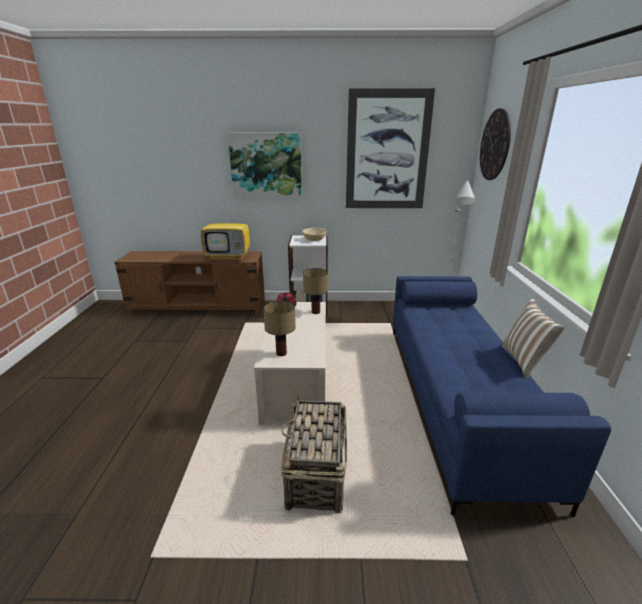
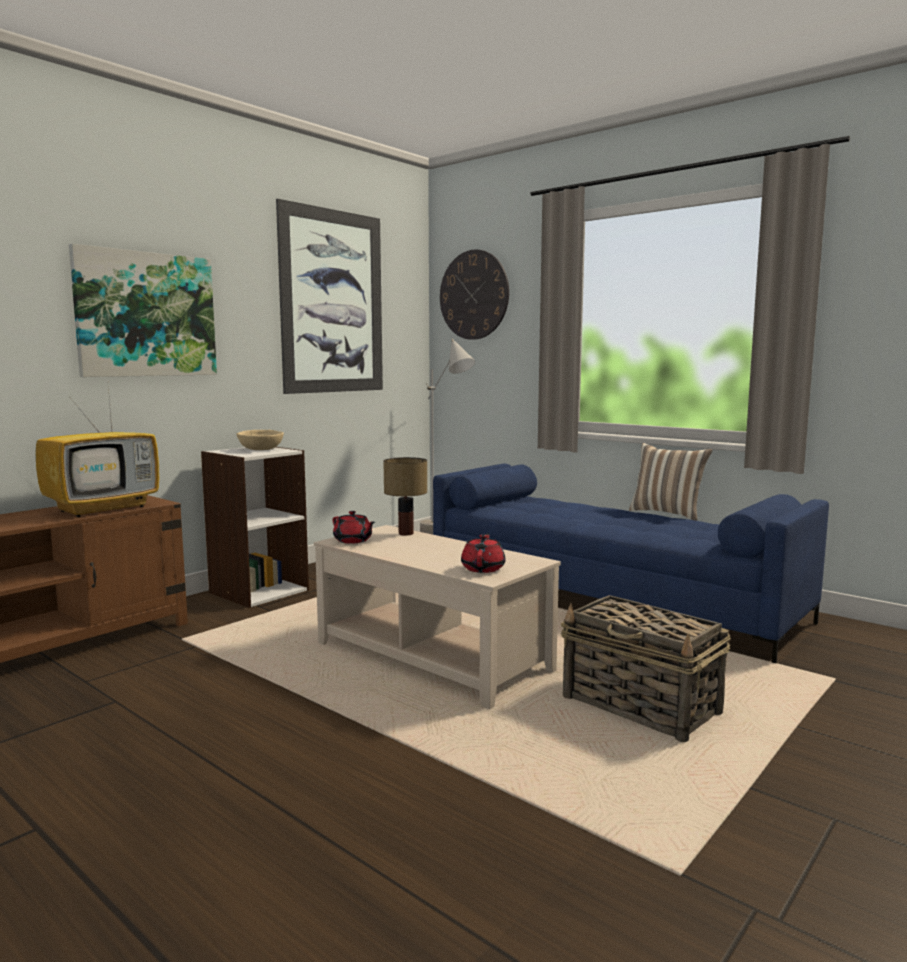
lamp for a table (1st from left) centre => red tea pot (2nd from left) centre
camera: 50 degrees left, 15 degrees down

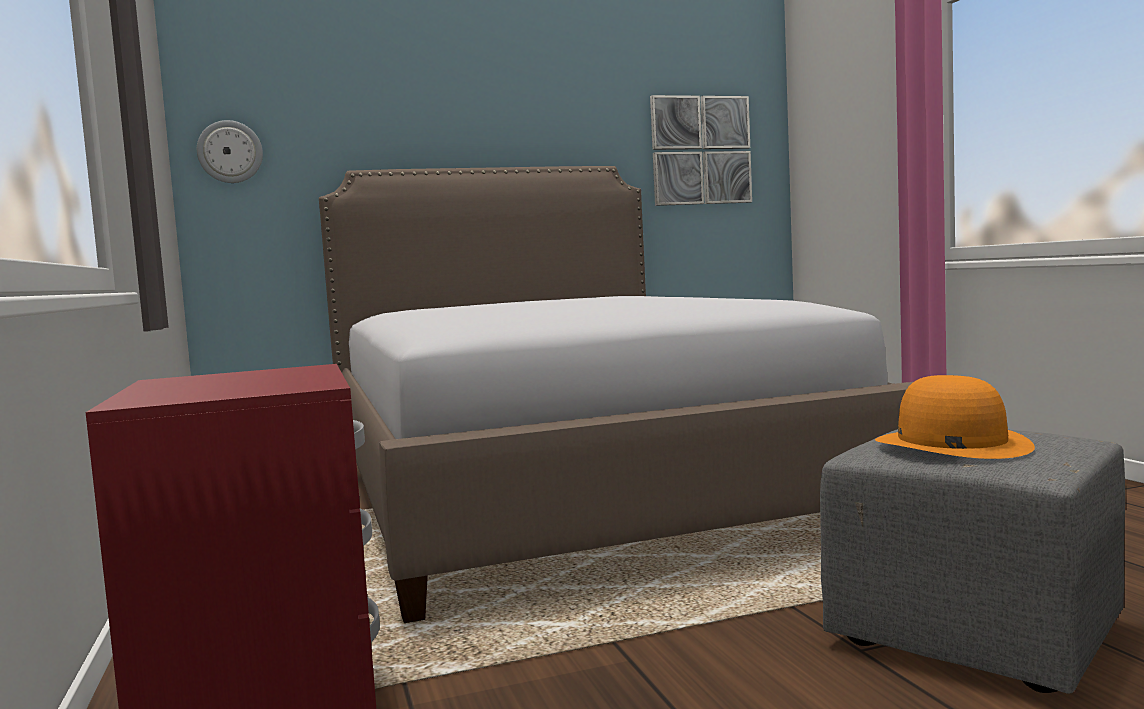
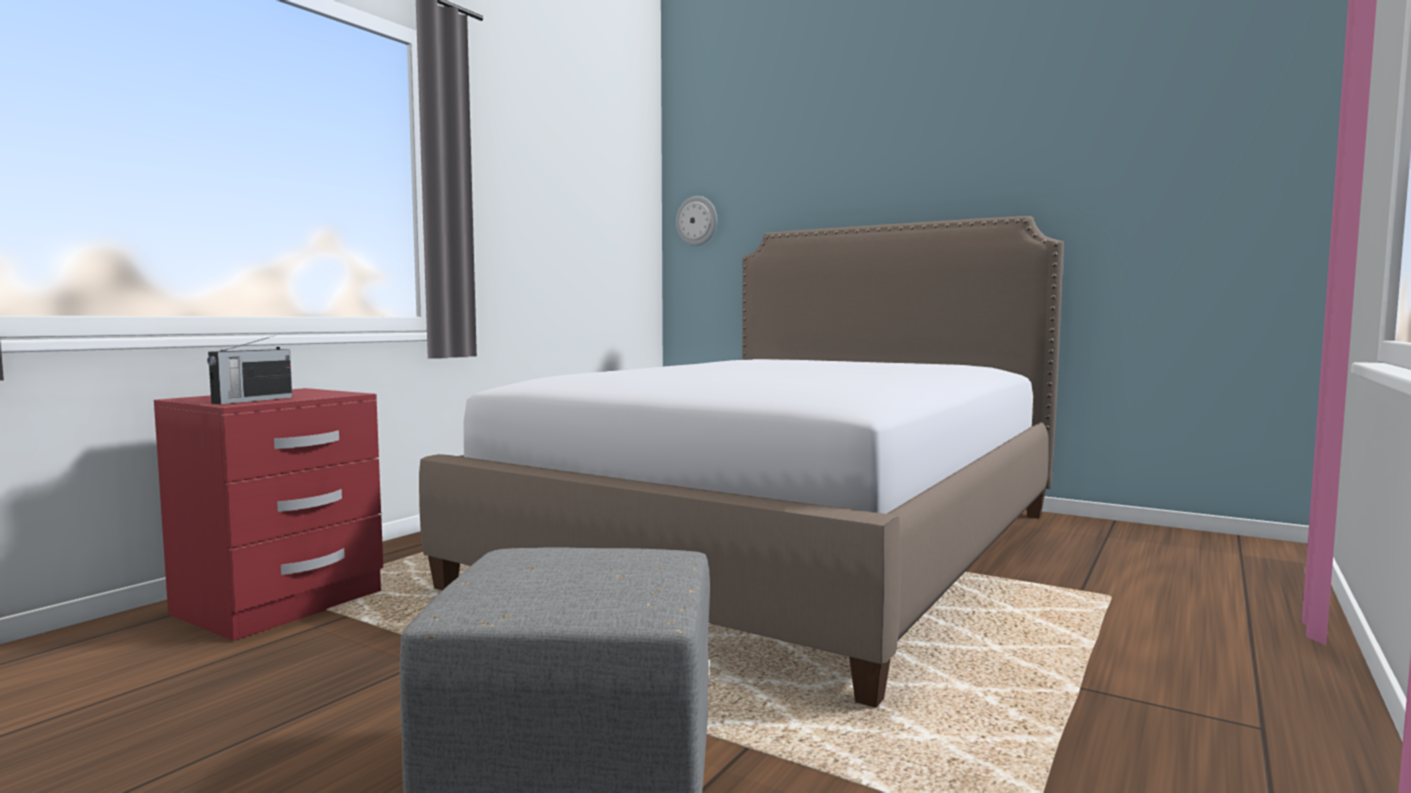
wall art top centre => nothing
orangey wearable hat middle right => nothing
nothing => radio middle left
camera: 50 degrees right, 0 degrees up

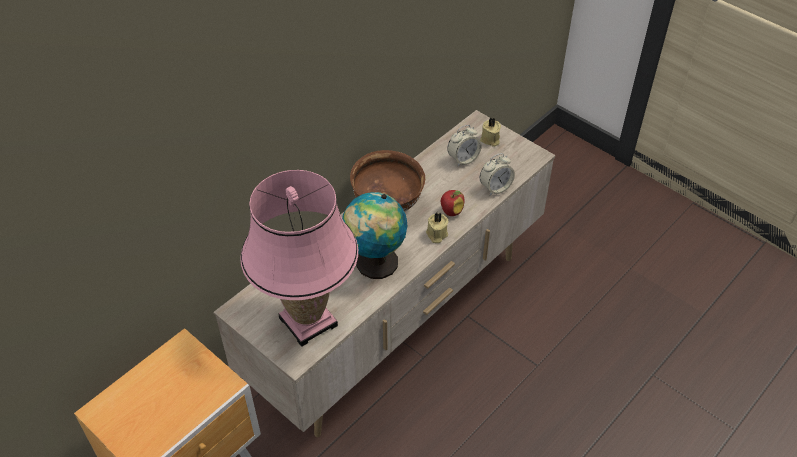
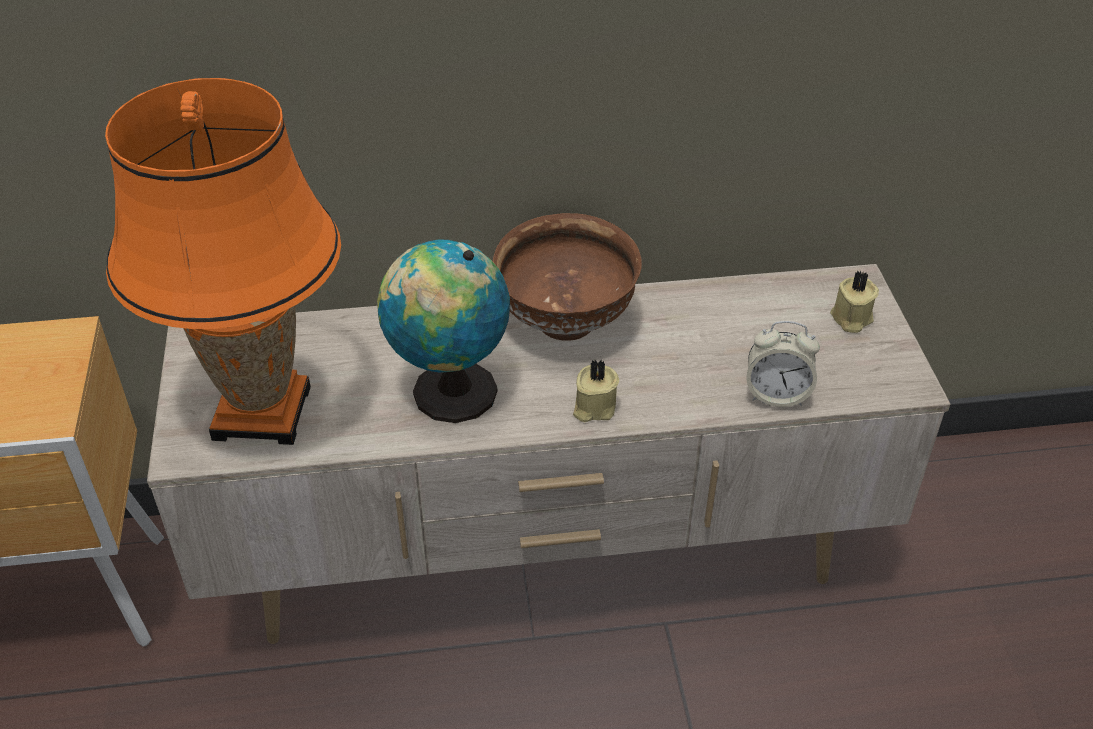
pinkish lamp for a table centre => orangey lamp for a table middle left
apple fruit centre => nothing
bedside clock (1st from left) top centre => nothing
camera: 40 degrees right, 5 degrees down

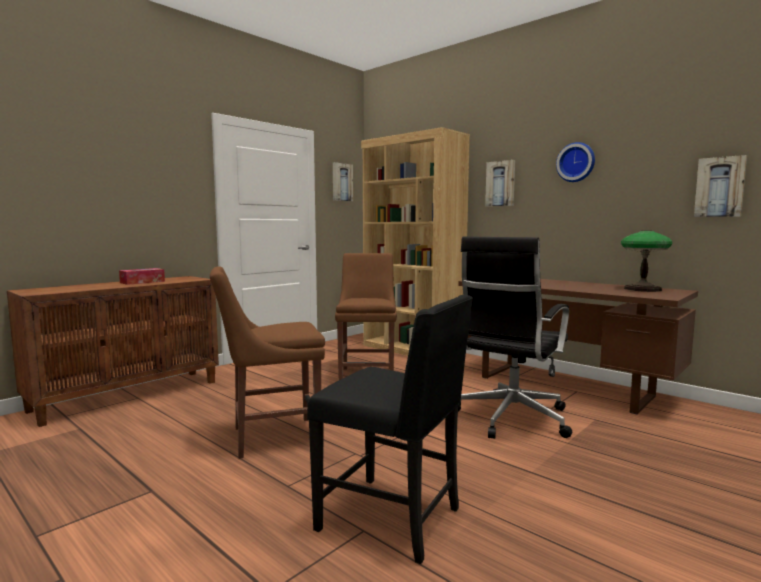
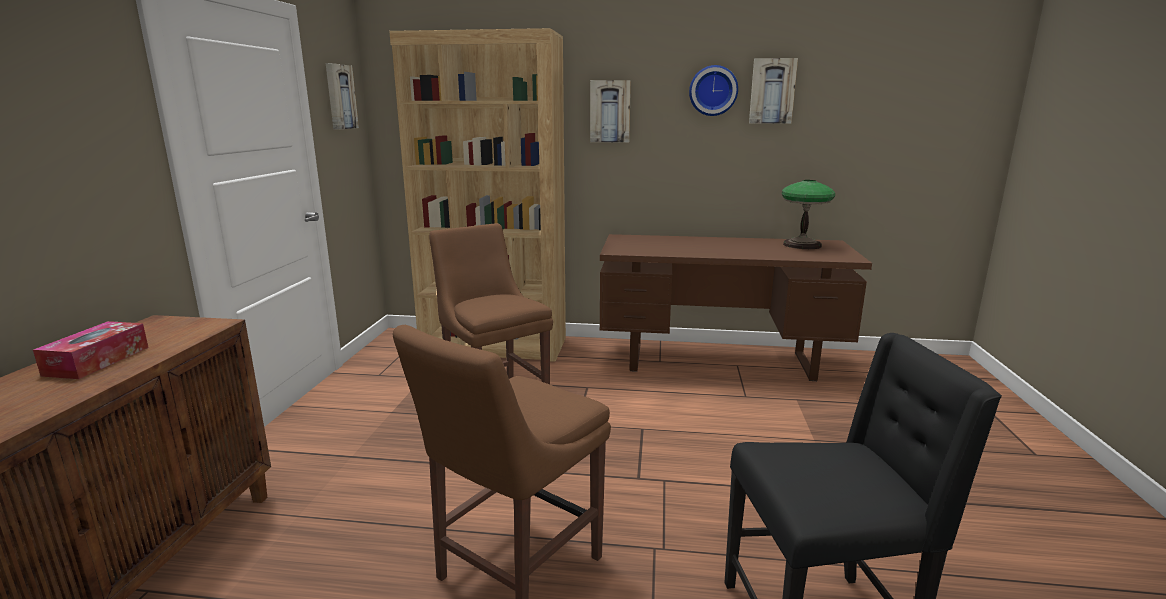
black-coloured computer chair middle right => nothing
wall art (3rd from left) top right => wall art (3rd from left) top centre, move
camera: 35 degrees left, 10 degrees up

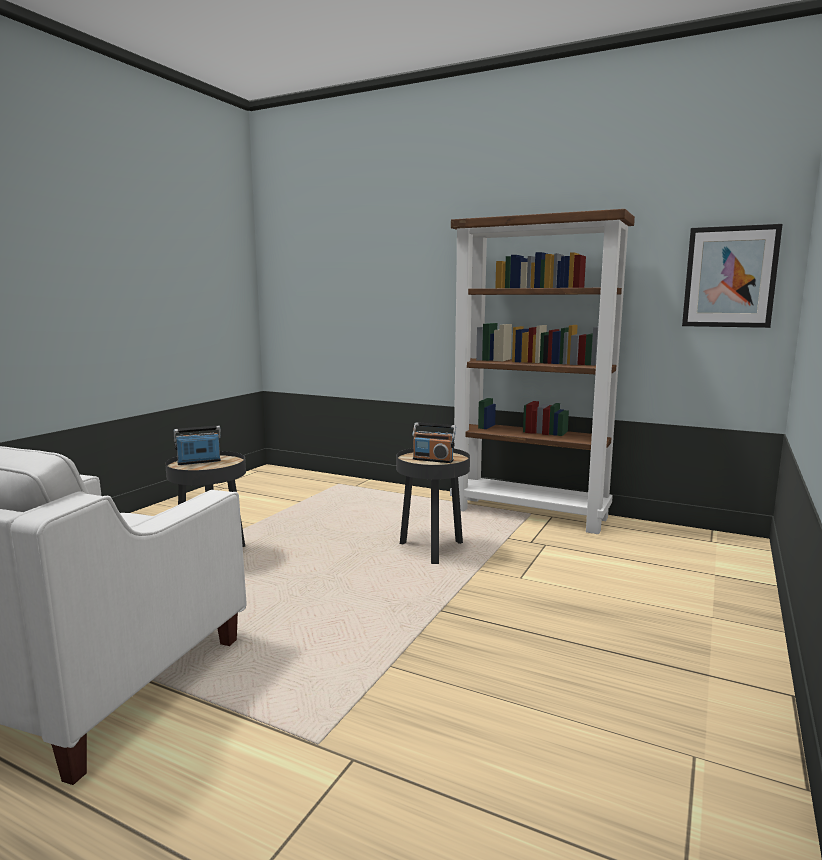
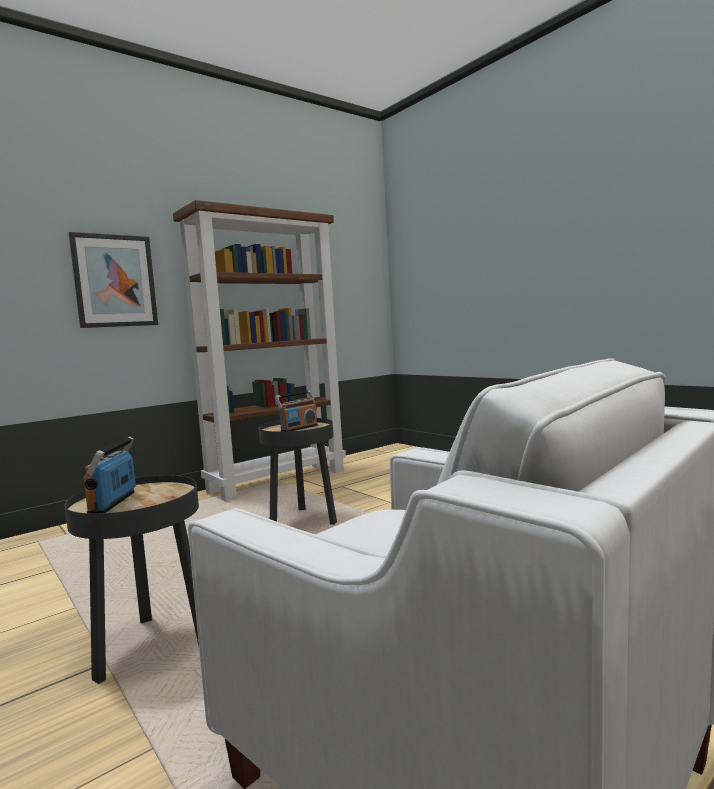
wall art top right => wall art middle left, move
camera: 65 degrees left, 5 degrees down

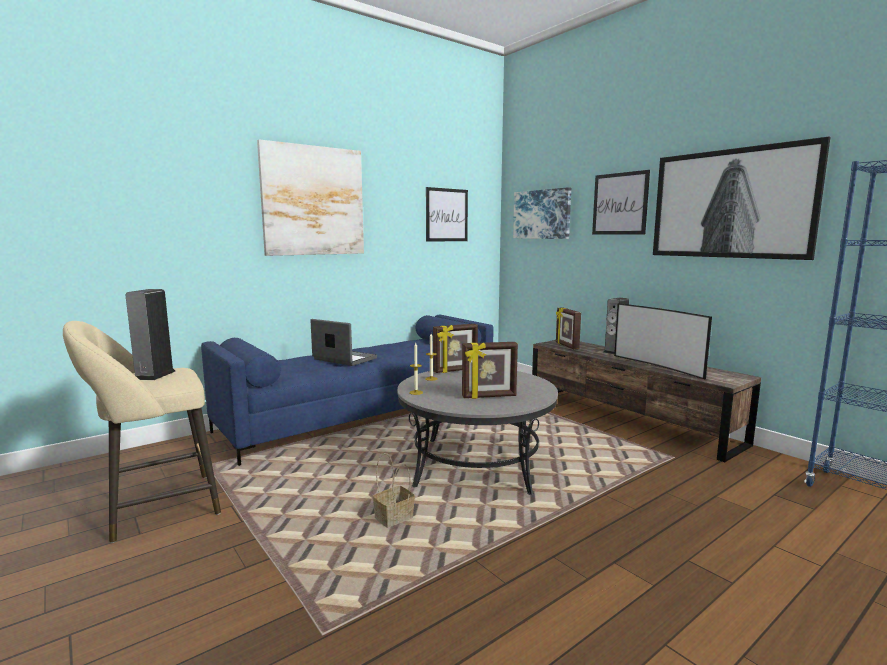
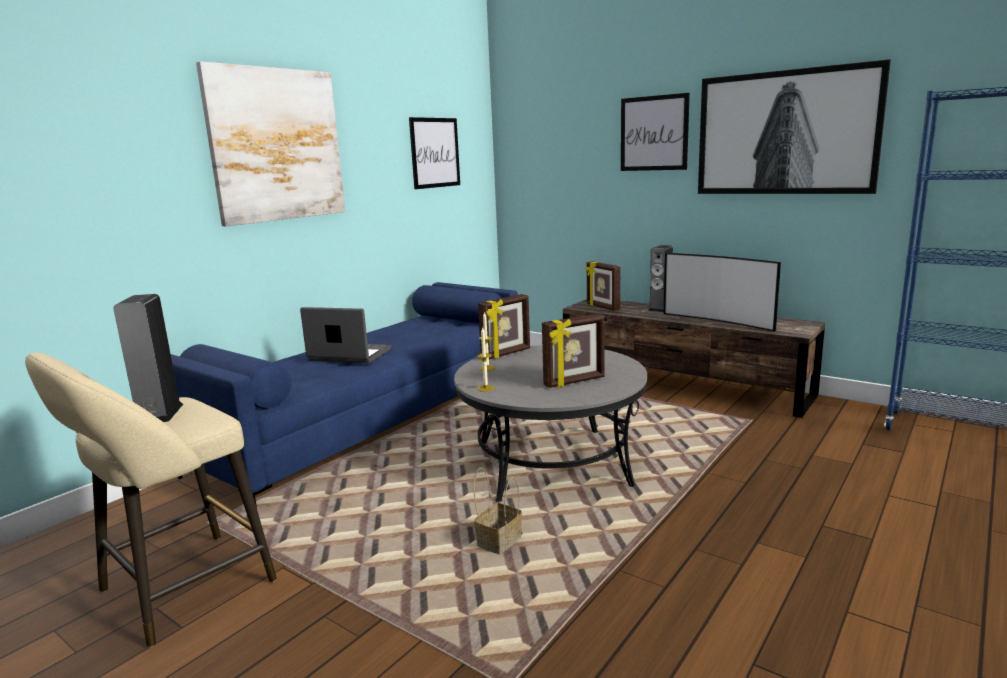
wall art (3rd from left) top centre => nothing
camera: 15 degrees left, 5 degrees up

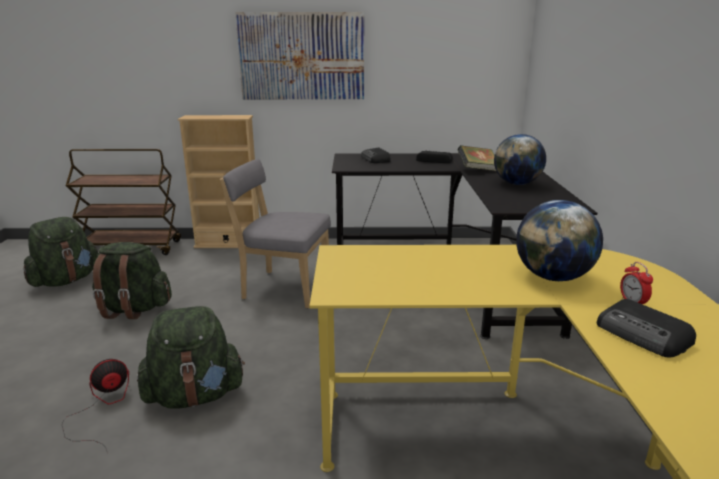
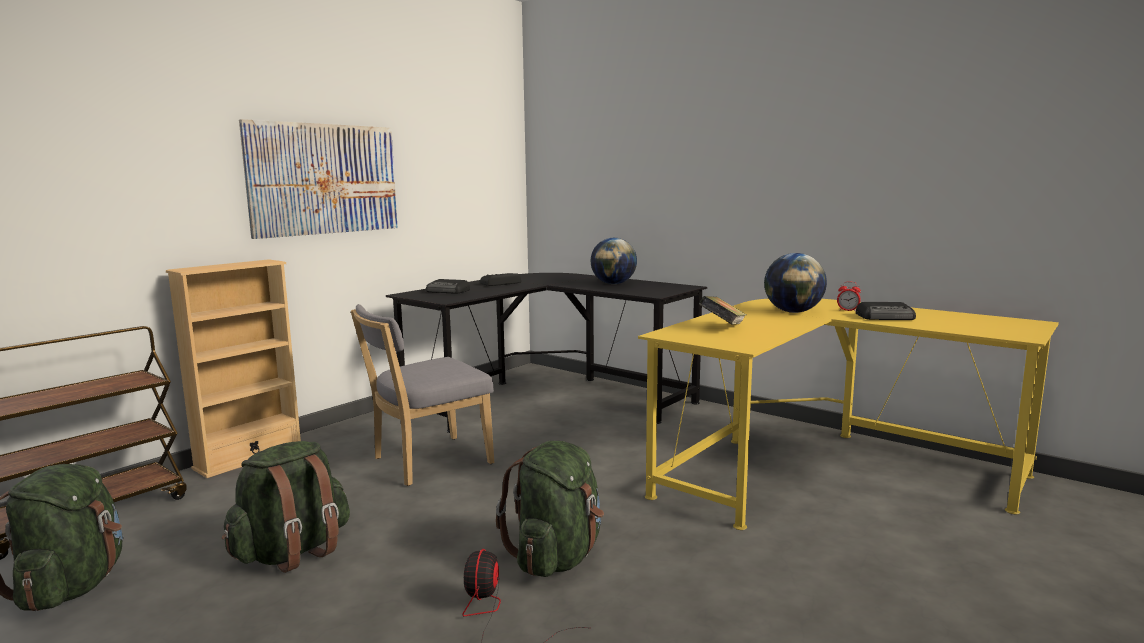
volume top centre => volume centre, move
camera: 50 degrees left, 10 degrees down

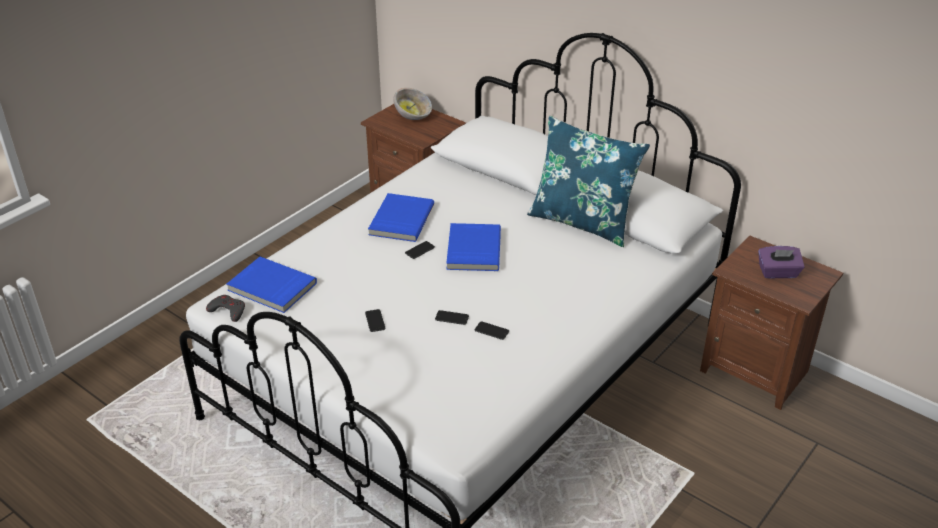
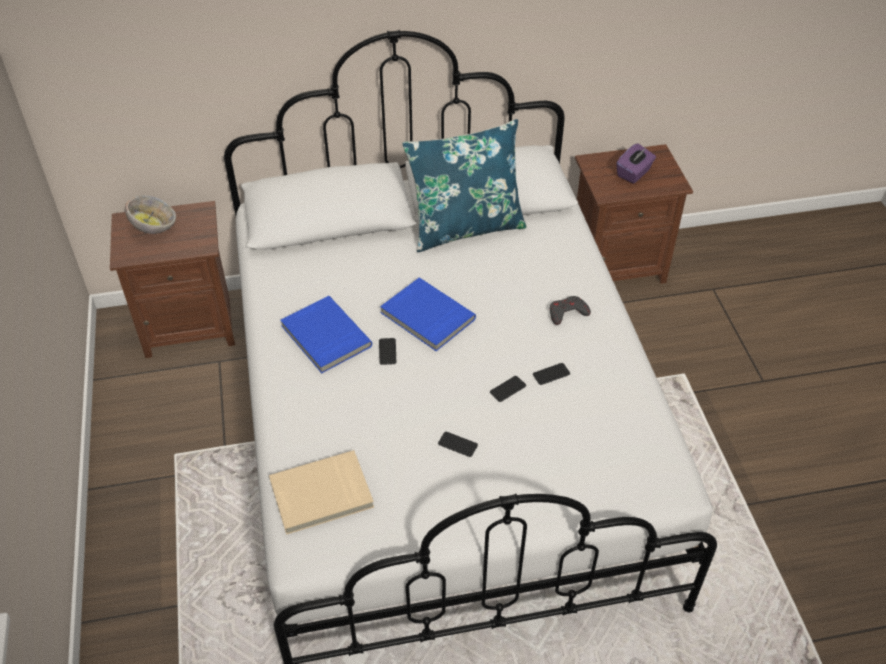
gray game controller middle left => gray game controller centre, move
blue-coloured volume (1st from left) middle left => beige-coloured volume bottom centre
camera: 50 degrees left, 10 degrees up

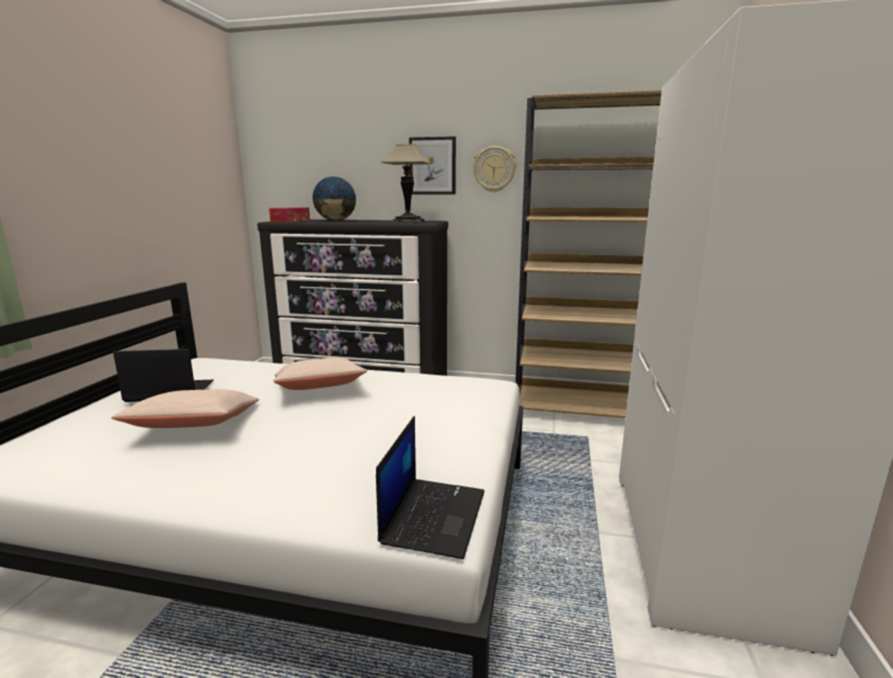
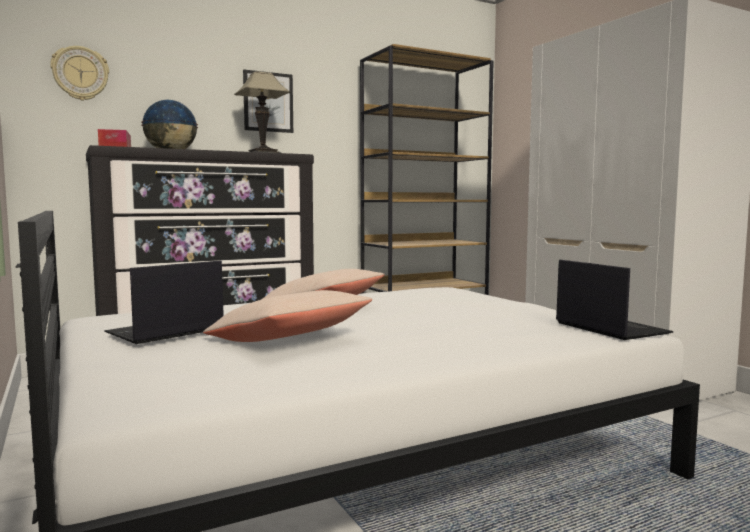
clock on the wall top centre => clock on the wall top left, move
camera: 40 degrees left, 10 degrees down

